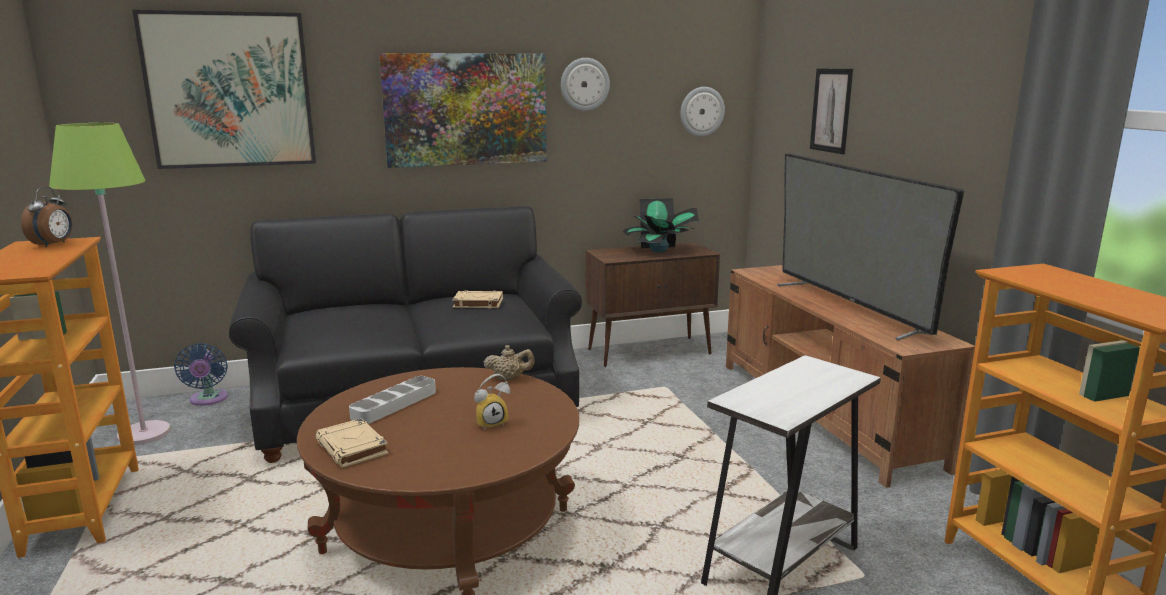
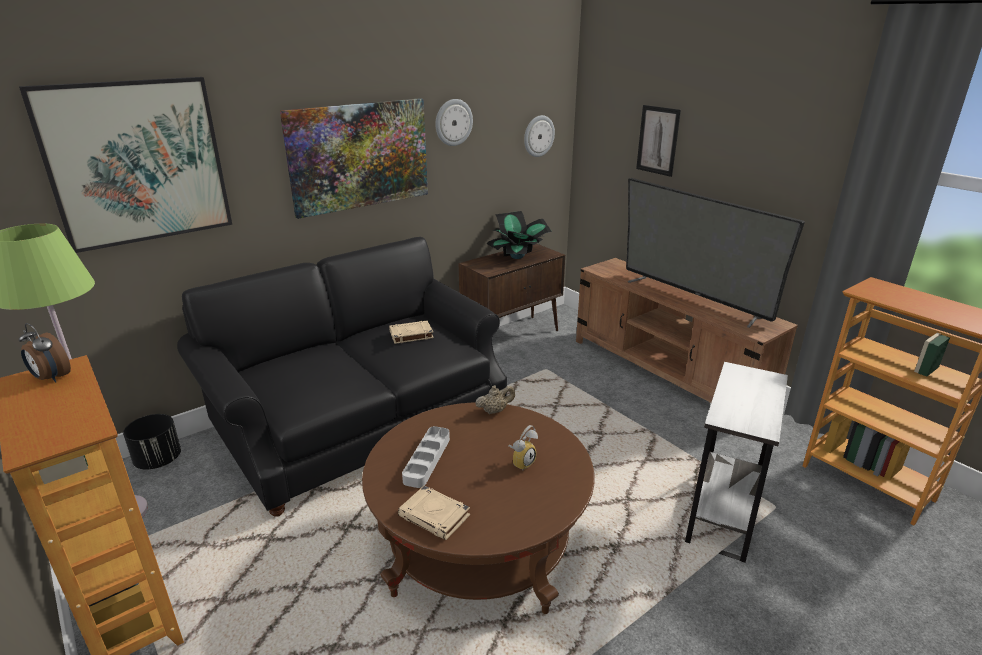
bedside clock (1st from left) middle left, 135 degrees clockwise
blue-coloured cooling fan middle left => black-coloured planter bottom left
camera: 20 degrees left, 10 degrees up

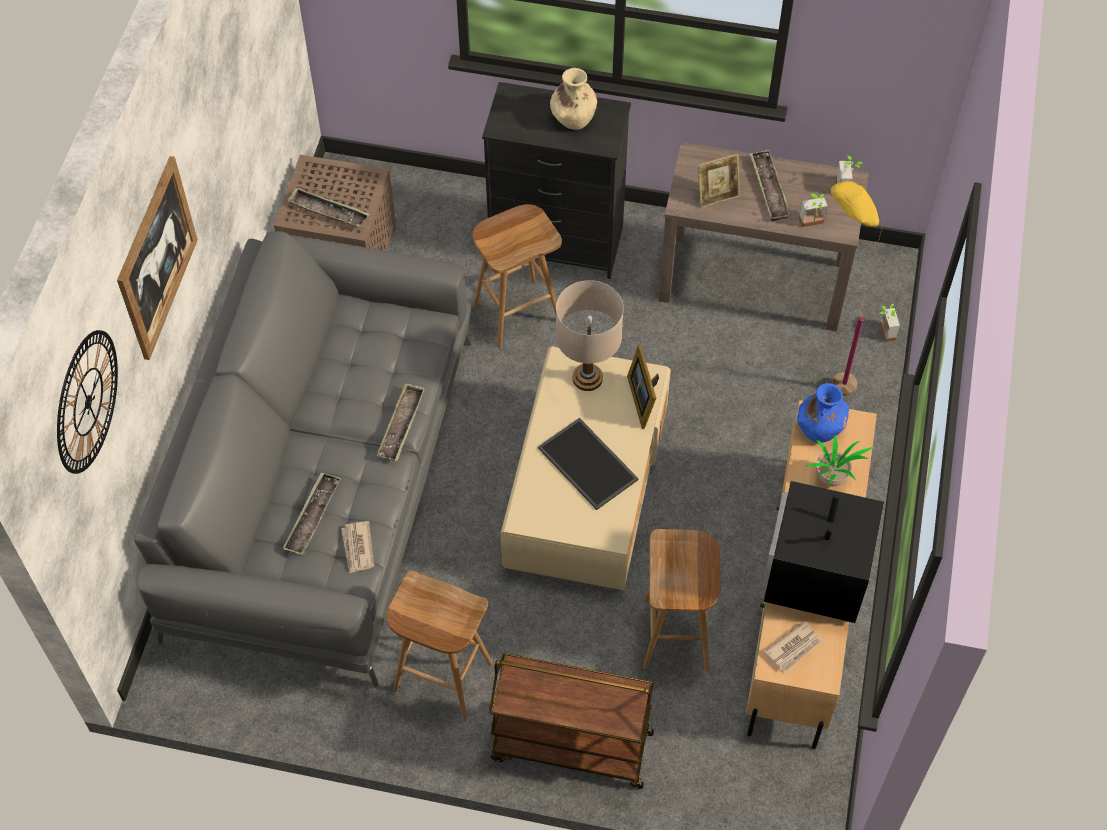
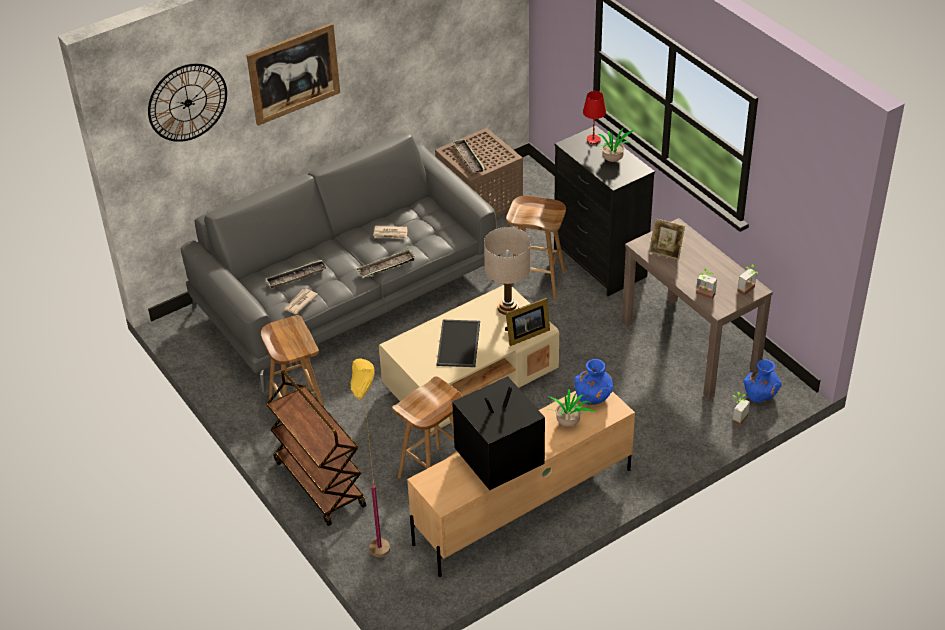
beige-coloured vase top centre => plant in a pot (2nd from left) top centre
photo frame (1st from left) centre, 150 degrees counterclockwise
serving tray (5th from left) top right => nothing
newspaper (2nd from left) bottom right => newspaper (2nd from left) centre, move
yellow-coloured floor lamp middle right => yellow-coloured floor lamp bottom centre, move
nothing => red lamp for a table top centre
nothing => blue-coloured vase (2nd from left) middle right
camera: 45 degrees right, 15 degrees down

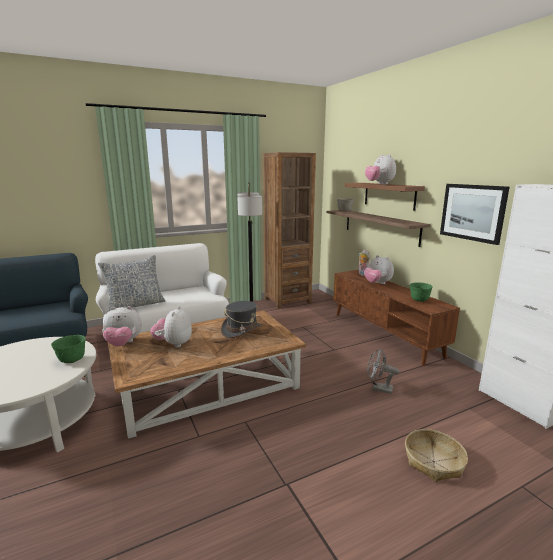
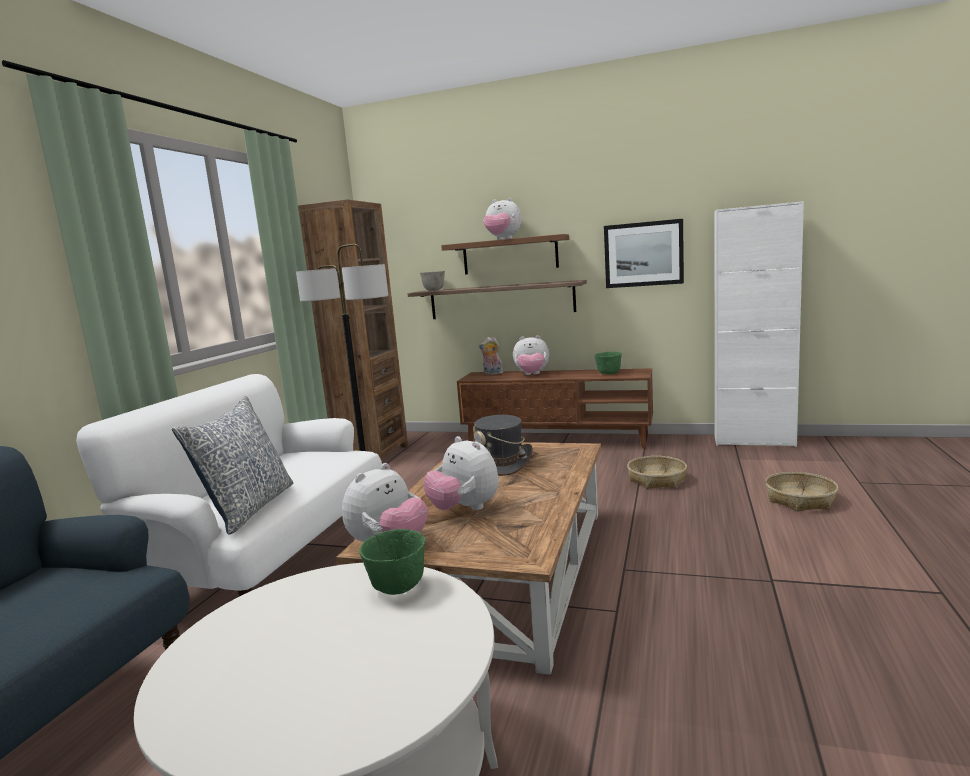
gray cooling fan middle right => storage basket (1st from left) middle right
camera: 45 degrees left, 5 degrees down

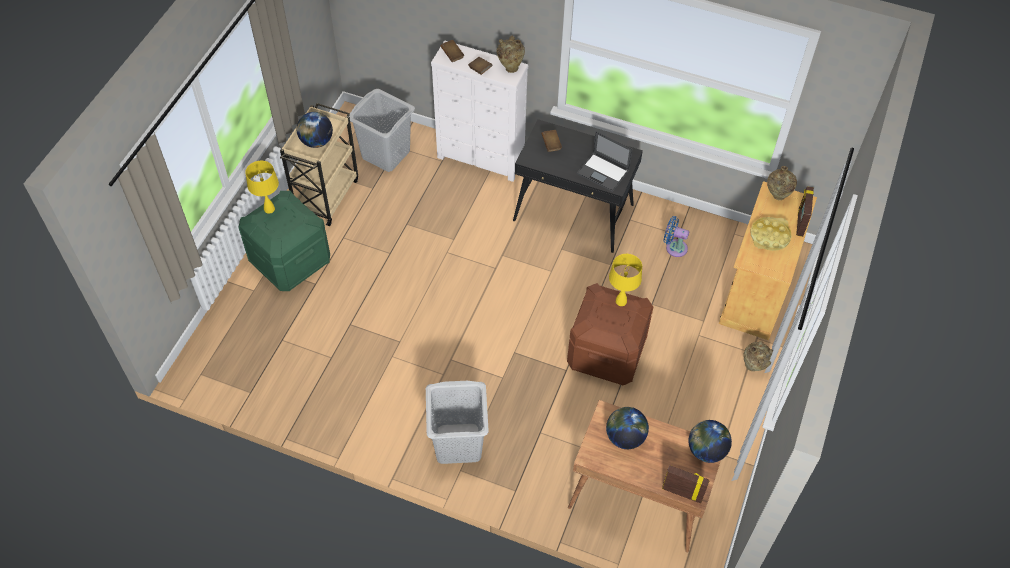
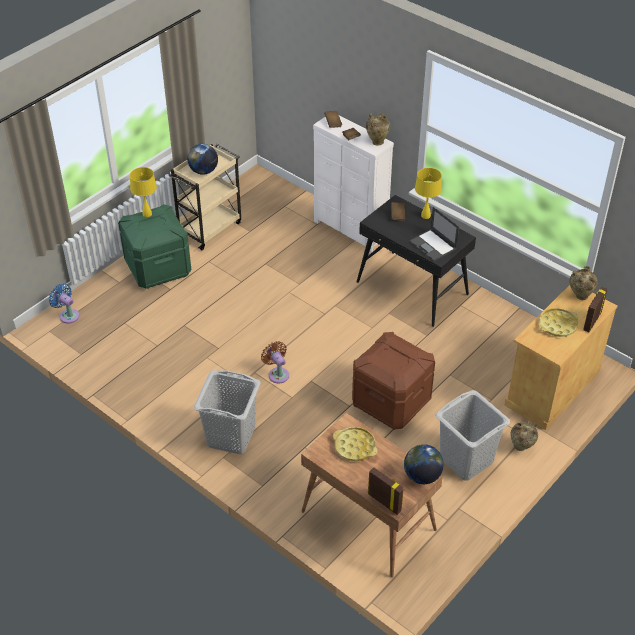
gray laundry basket (1st from left in the first image) top centre => gray laundry basket (2nd from left) bottom right, move
desk globe (2nd from left) bottom centre => yellow-coloured serving tray (1st from left) bottom centre
yellow-coloured lamp for a table (2nd from left) centre => yellow-coloured lamp for a table (2nd from left) top right, move
blue-coloured cooling fan middle right => blue-coloured cooling fan middle left, move
nothing => brown cooling fan centre
camera: 20 degrees right, 10 degrees down

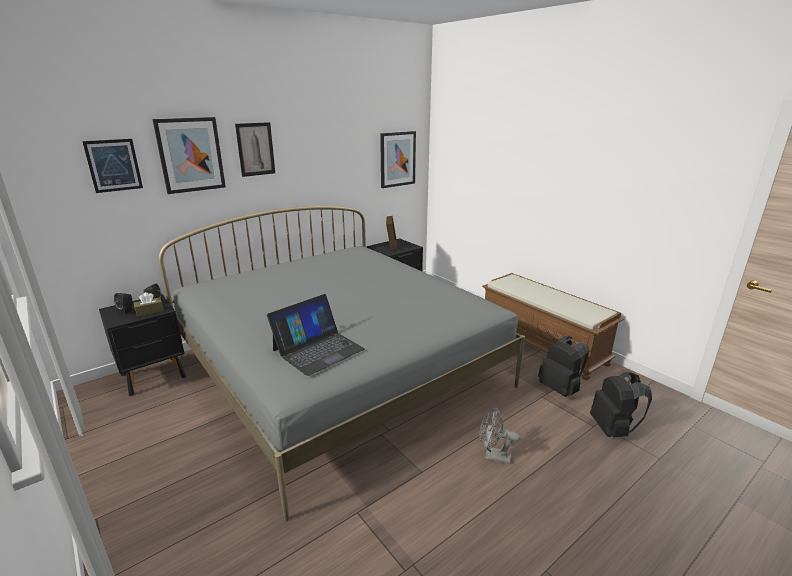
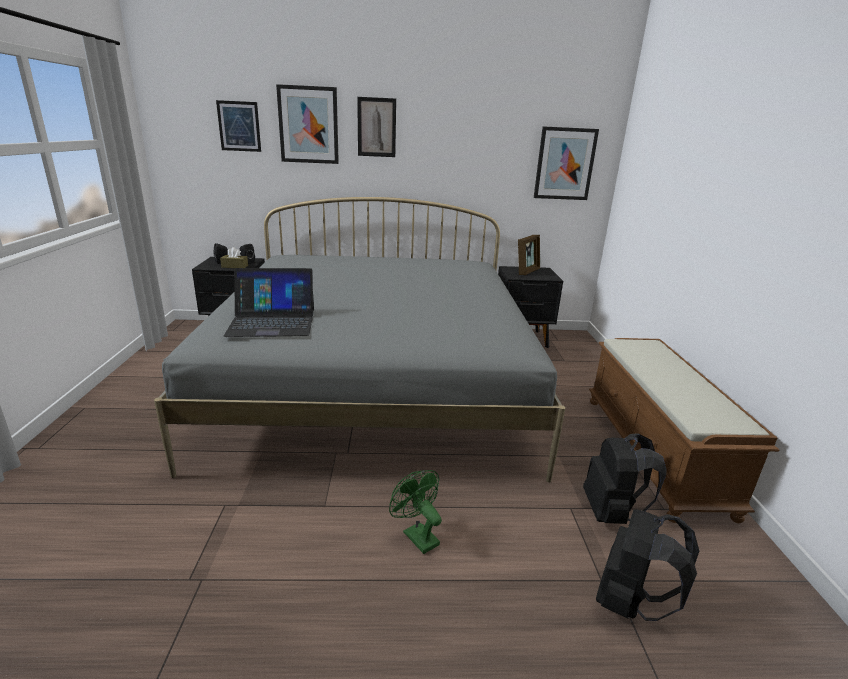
gray cooling fan bottom centre => green-coloured cooling fan bottom centre
camera: 35 degrees right, 0 degrees up

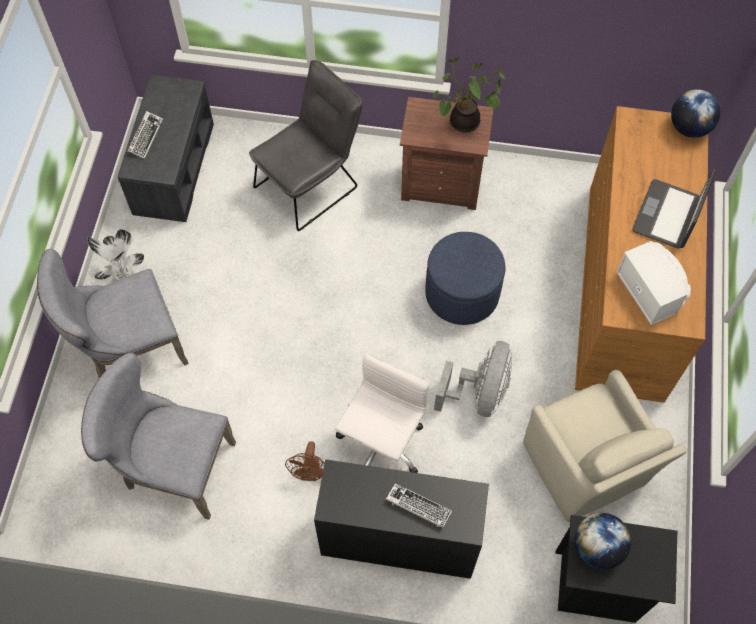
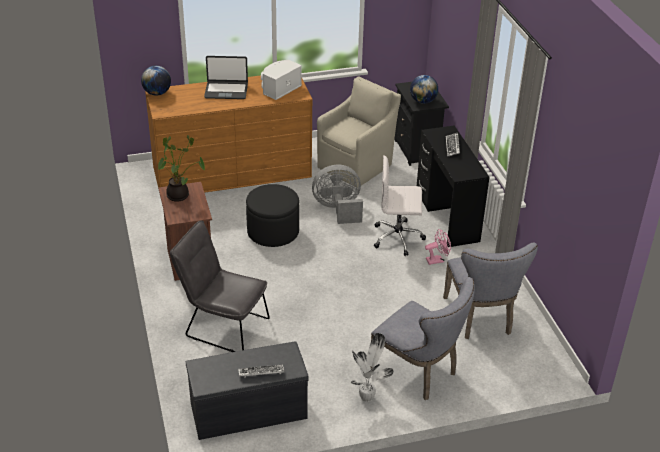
brown cooling fan bottom centre => pinkish cooling fan centre
blue-coloured ottoman centre => black-coloured ottoman centre
camera: 115 degrees left, 25 degrees down

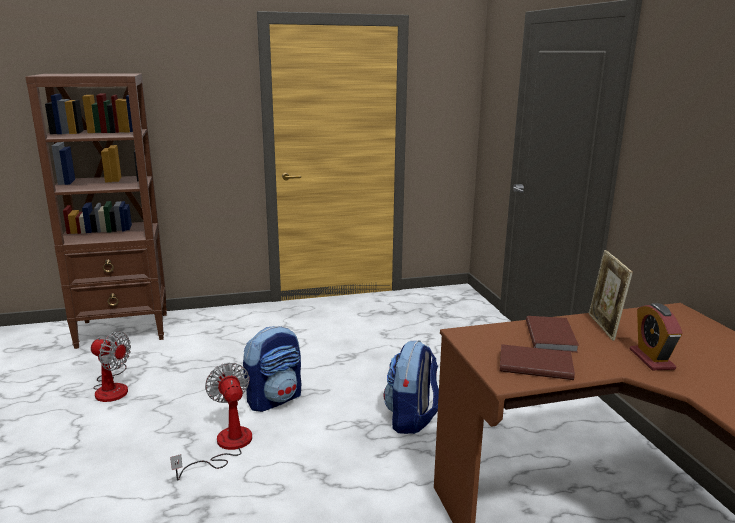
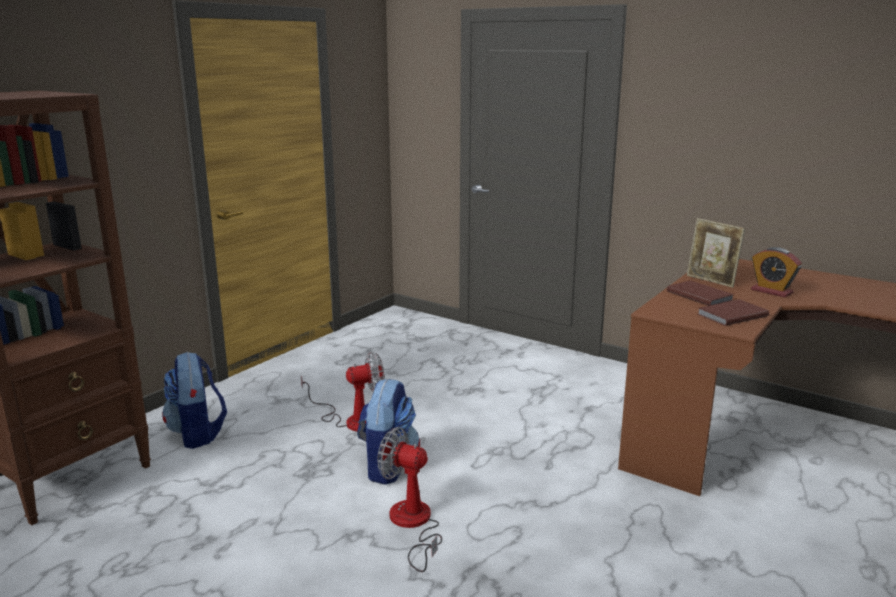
cooling fan (1st from left) bottom left => cooling fan (1st from left) centre, move
knapsack (2nd from left in the first image) bottom centre => knapsack (1st from left) bottom left, move
camera: 40 degrees left, 0 degrees up

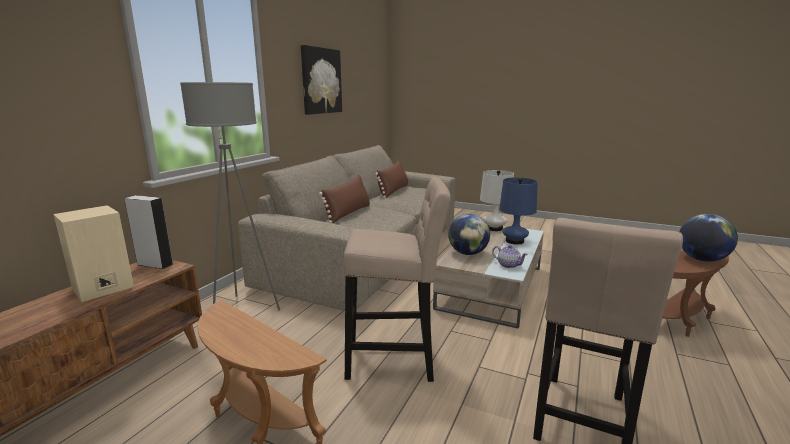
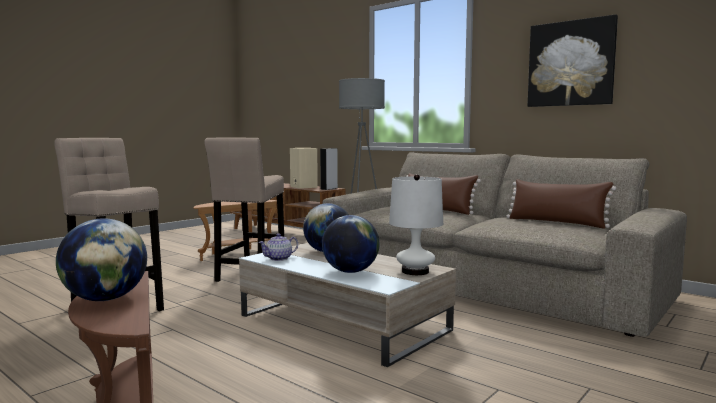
blue-coloured lamp for a table centre => desk globe (3rd from left) centre
camera: 105 degrees right, 10 degrees down

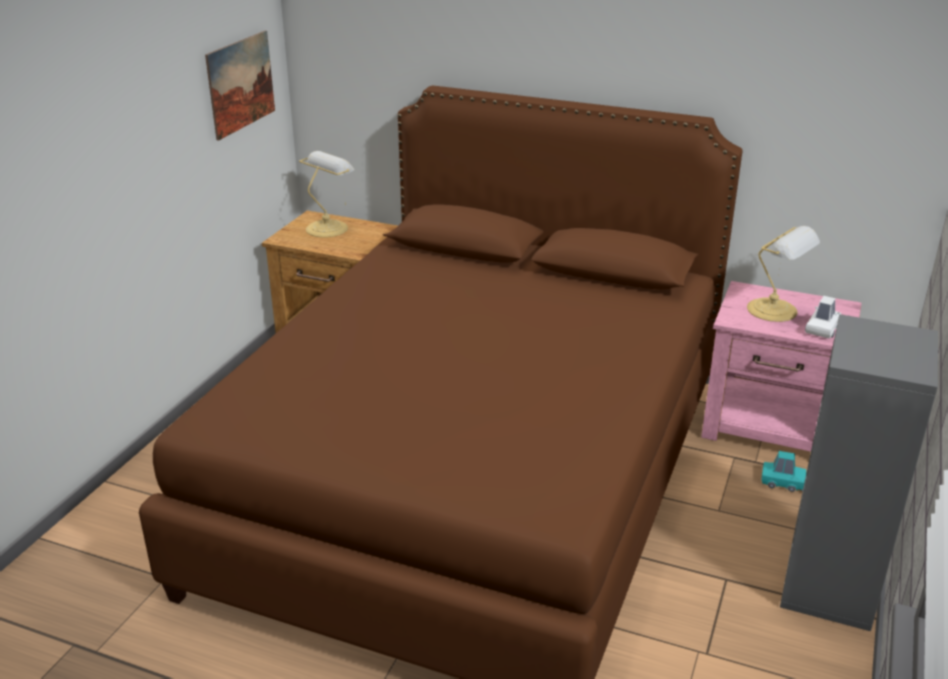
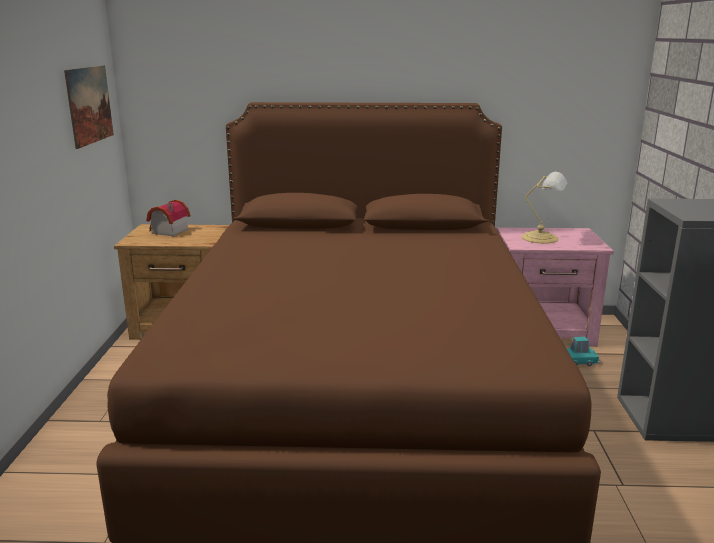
lamp for a table (1st from left) top centre => miniature house middle left
white-coloured model car middle right => nothing
camera: 20 degrees left, 10 degrees down

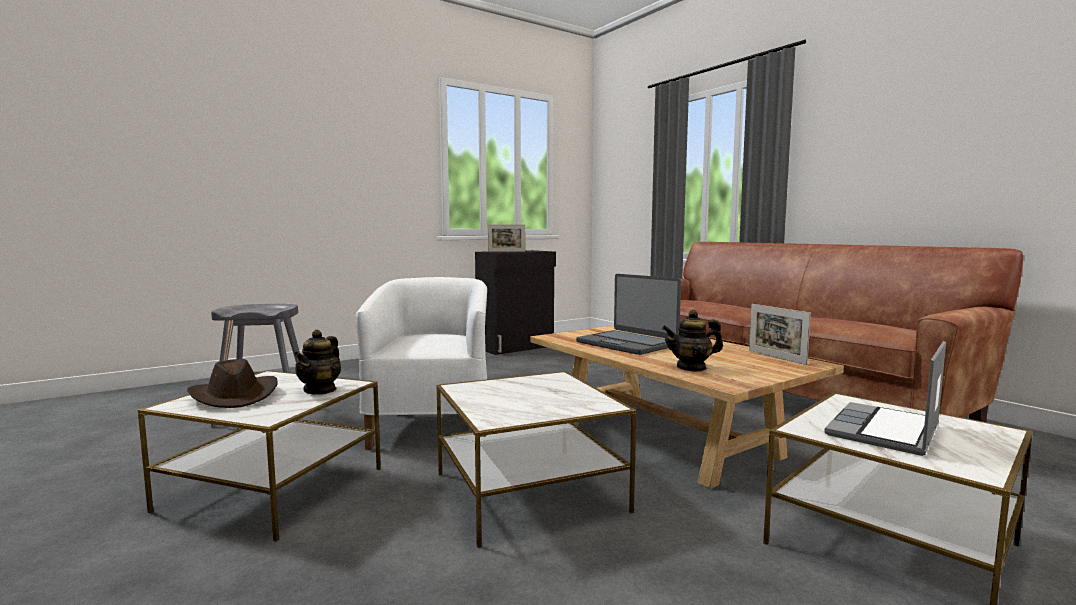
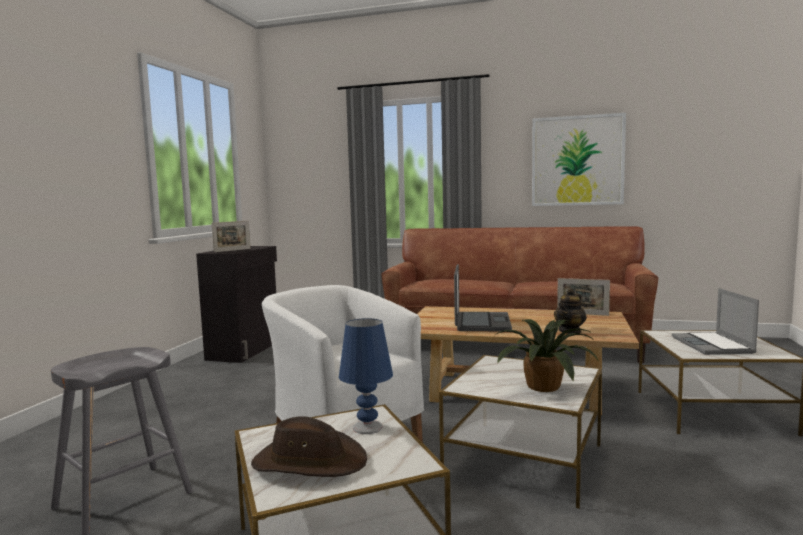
tea pot (1st from left) middle left => blue-coloured lamp for a table bottom centre
portable computer (1st from left) centre, 90 degrees counterclockwise
nothing => plant in a pot middle right
nothing => wall art top right
camera: 40 degrees left, 0 degrees up

